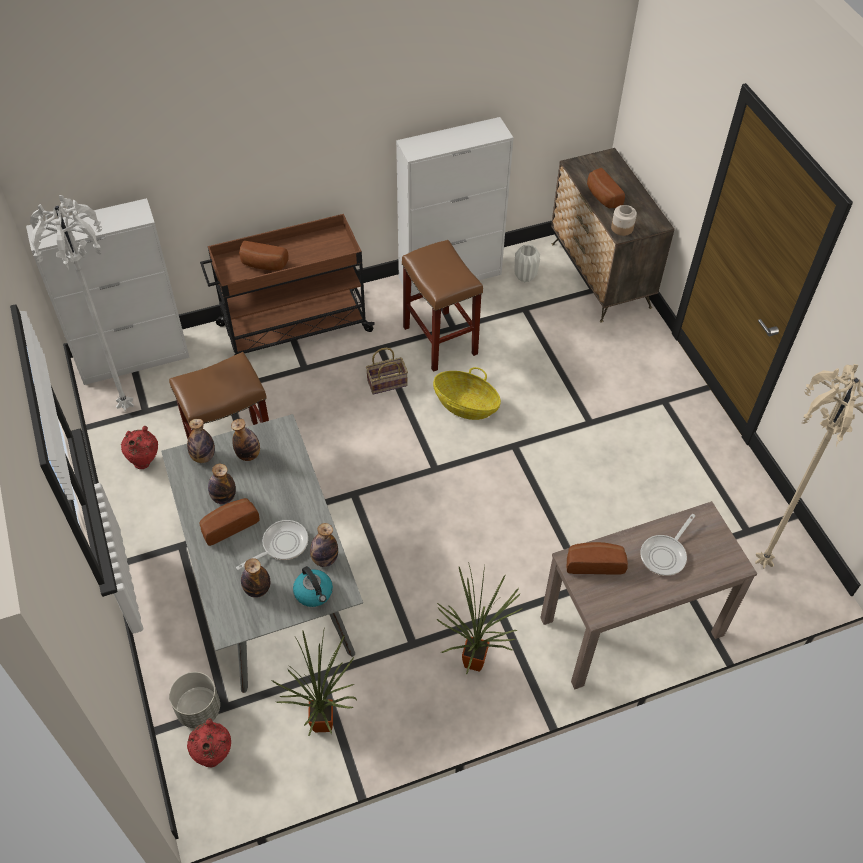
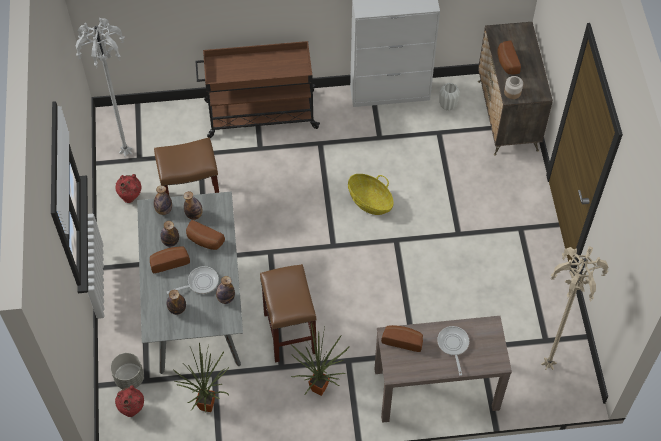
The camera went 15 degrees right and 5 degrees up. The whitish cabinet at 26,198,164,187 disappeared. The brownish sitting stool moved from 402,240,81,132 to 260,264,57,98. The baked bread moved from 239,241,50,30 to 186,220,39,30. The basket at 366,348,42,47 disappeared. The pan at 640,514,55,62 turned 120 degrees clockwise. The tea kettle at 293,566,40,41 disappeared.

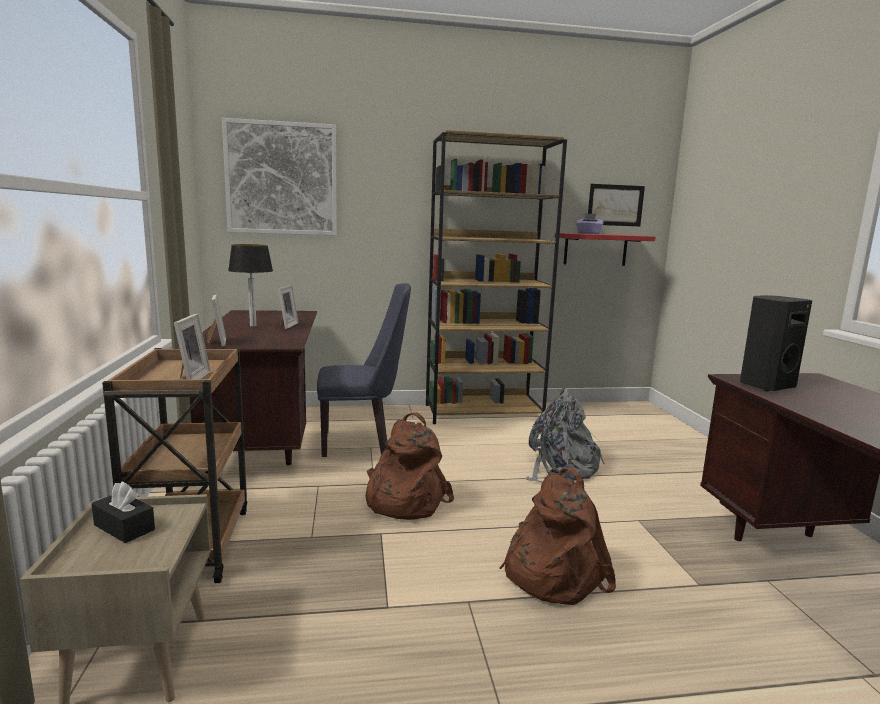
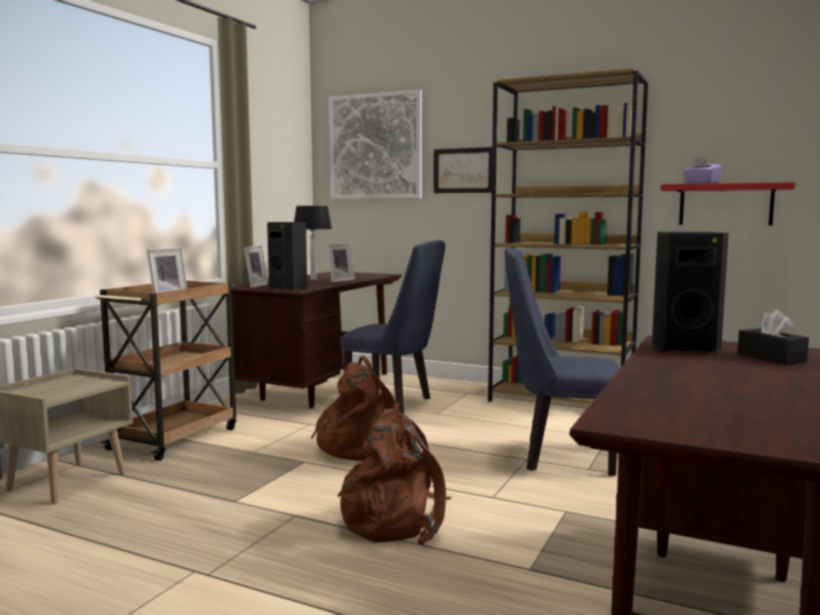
The camera went 35 degrees right and 5 degrees down. The picture moved from 588,184,57,42 to 434,147,58,46. The greyish backpack at 526,387,79,95 was replaced by the blue chair at 504,247,116,229. The black tissue holder moved from 91,481,64,62 to 738,310,71,55. The black loudspeaker at 267,222,40,68 appeared.

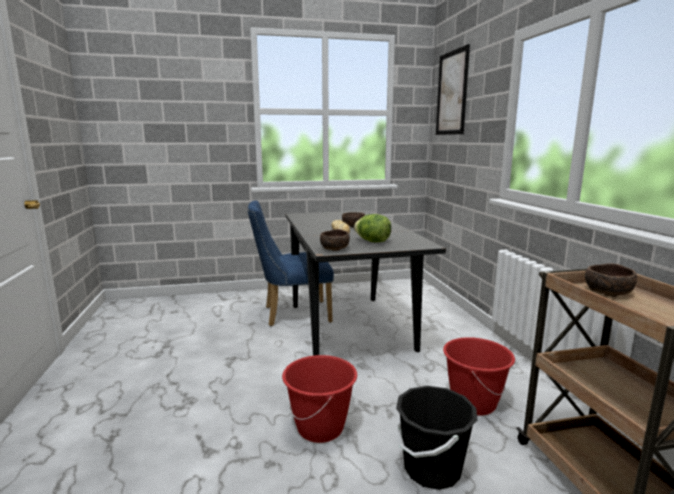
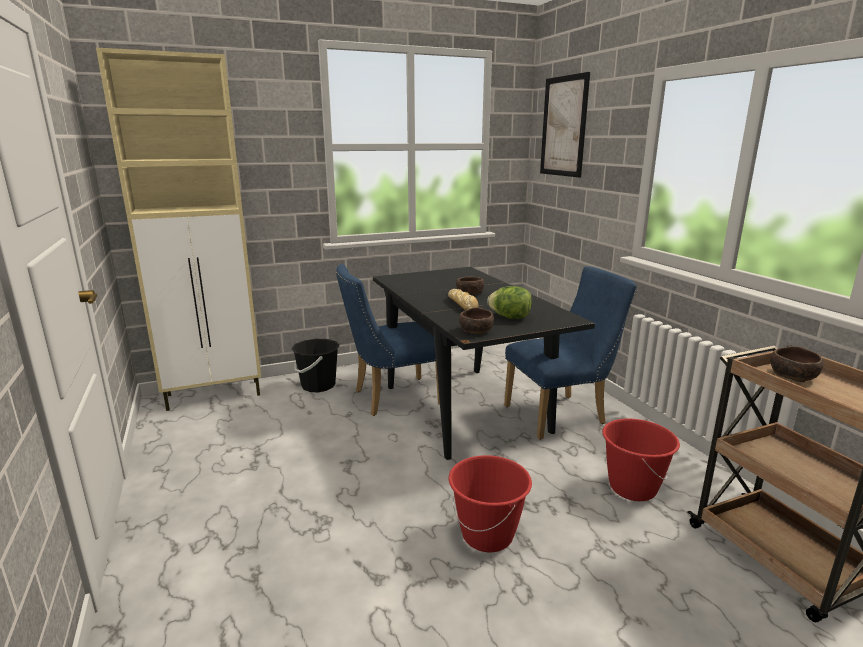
The camera went 10 degrees left and 5 degrees up. The black pail moved from 396,386,82,104 to 291,339,49,53. The beige-coloured cabinet at 96,48,165,363 appeared. The blue chair at 504,266,133,174 appeared.

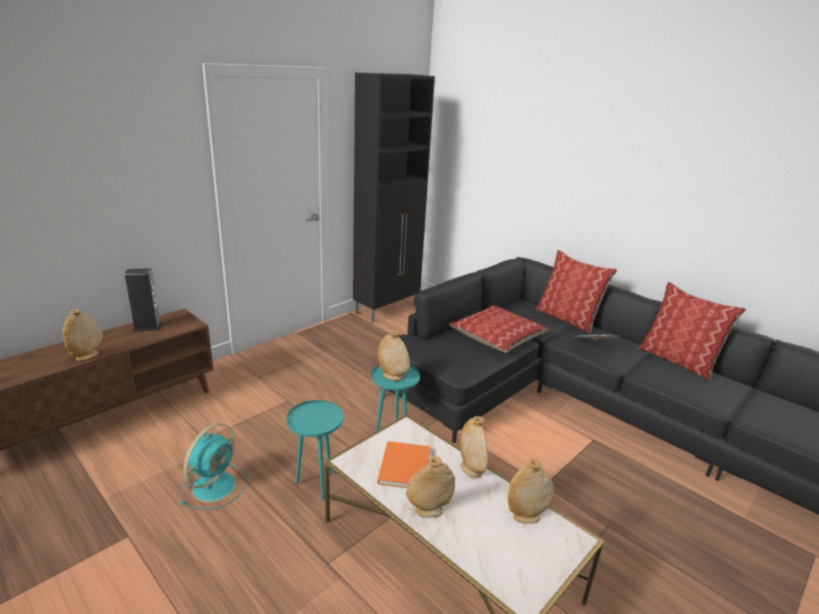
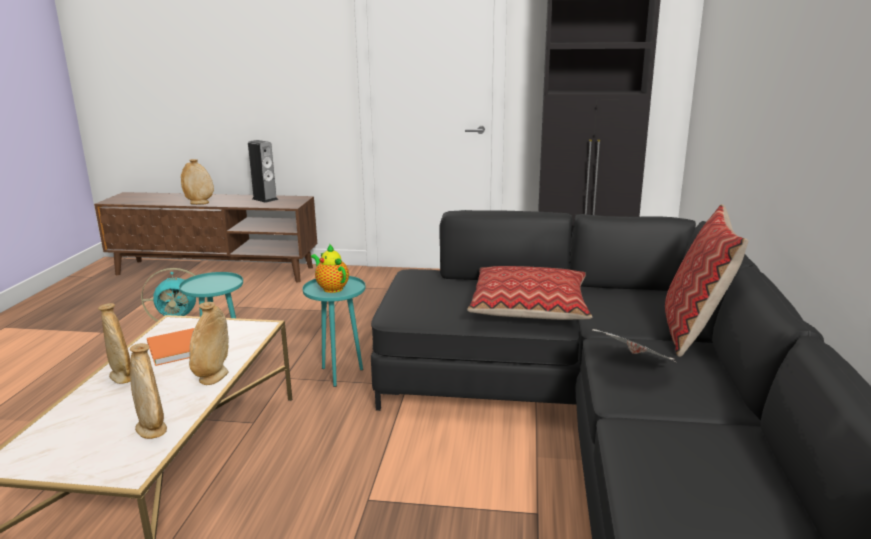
The camera went 55 degrees right and 5 degrees down. The pillow at 638,282,108,100 disappeared. The beige-coloured decorative vase at 378,331,32,50 was replaced by the tea pot at 311,243,38,50.

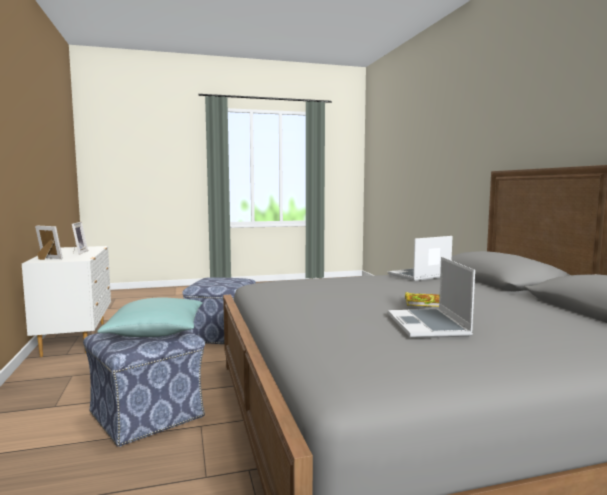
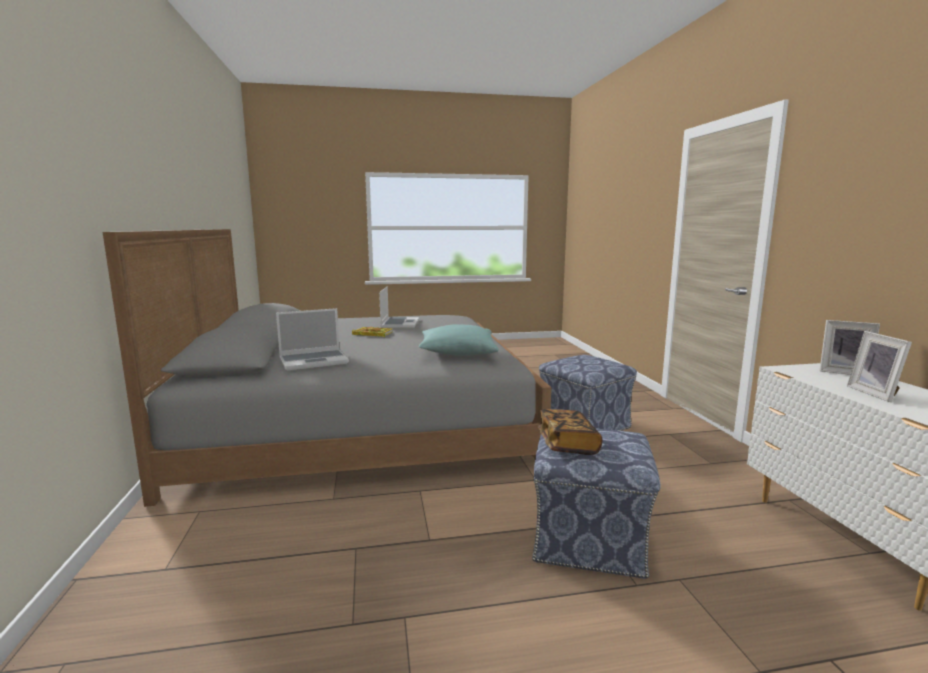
The camera went 175 degrees left and 5 degrees up. The turquoise-coloured pillow moved from 97,297,106,40 to 419,324,80,32. The bound book at 538,409,65,46 appeared.

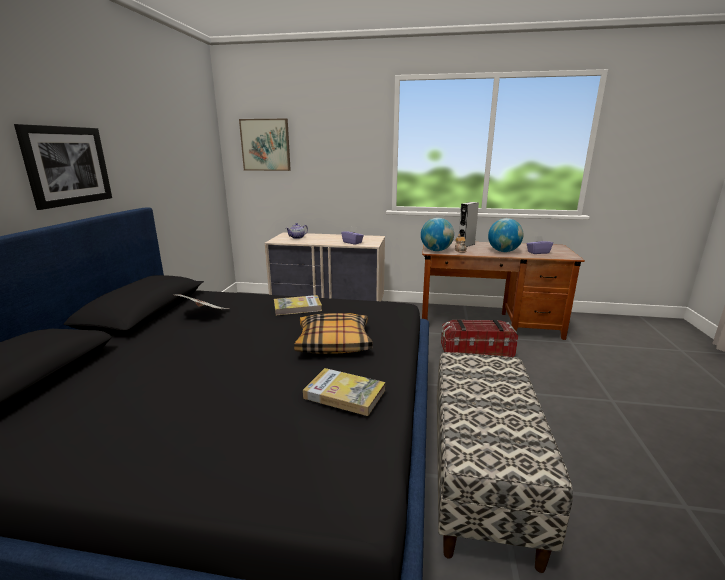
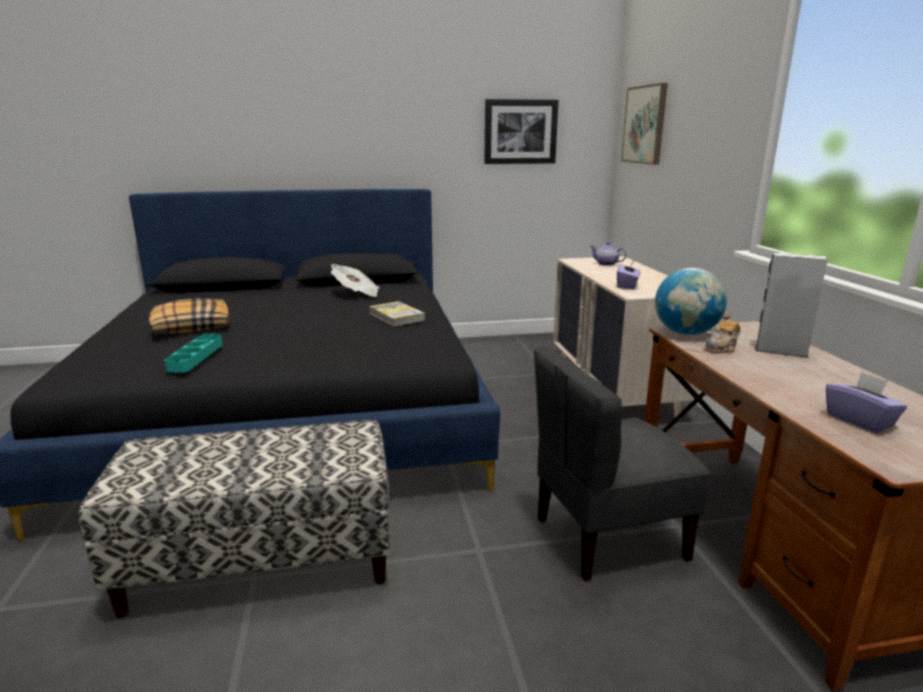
The camera went 70 degrees right and 0 degrees up. The picture moved from 14,124,98,86 to 484,99,75,65. The desk globe at 488,218,36,34 disappeared. The pillow moved from 294,313,79,41 to 149,298,80,35. The storage bin at 441,320,77,37 was replaced by the greyish chair at 534,347,176,234. The bound book at 303,368,83,48 was replaced by the turquoise-coloured serving tray at 164,334,59,39.

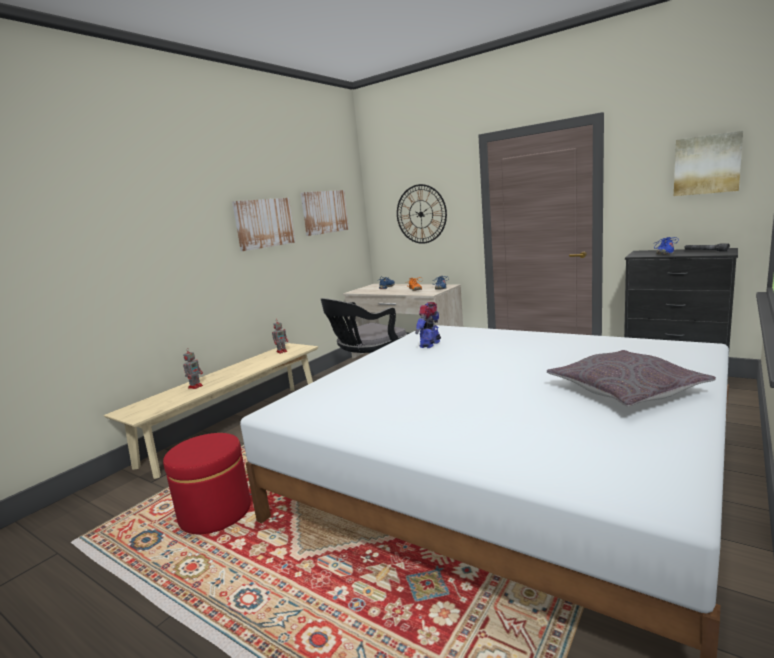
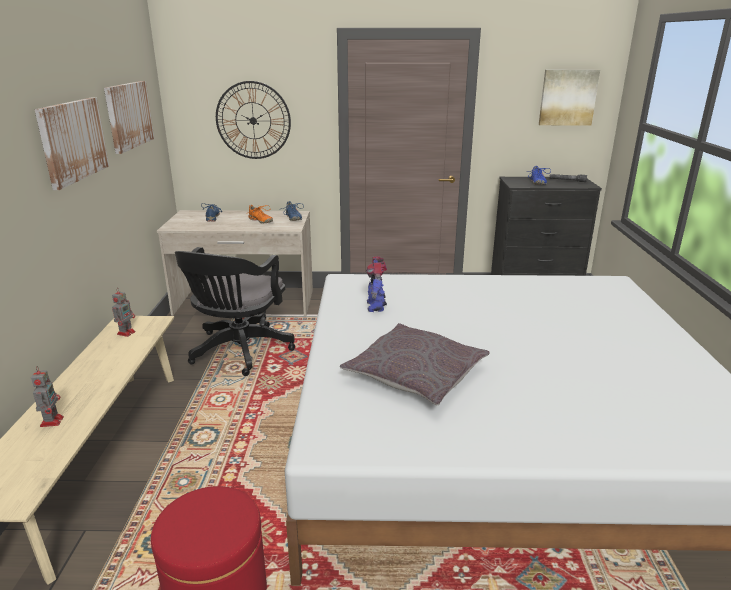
The camera went 35 degrees left and 10 degrees up. The greyish pillow moved from 547,350,169,57 to 340,323,150,82.

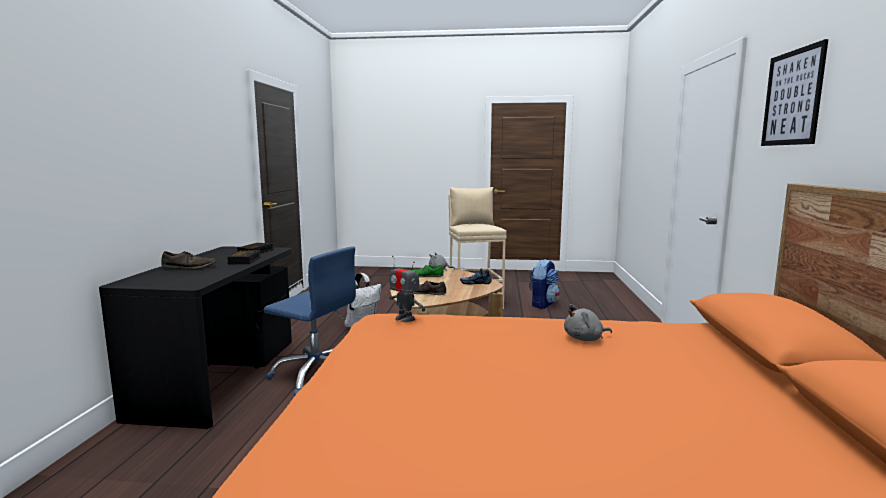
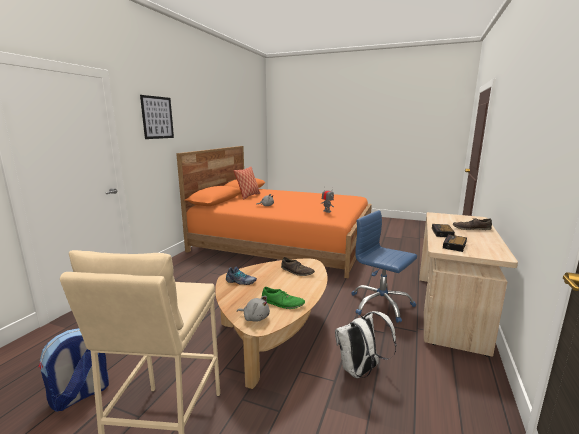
The camera went 165 degrees left and 5 degrees up. The black desk at 99,246,193,183 became the beige-coloured desk at 419,212,99,145. The pillow at 233,167,27,32 appeared.

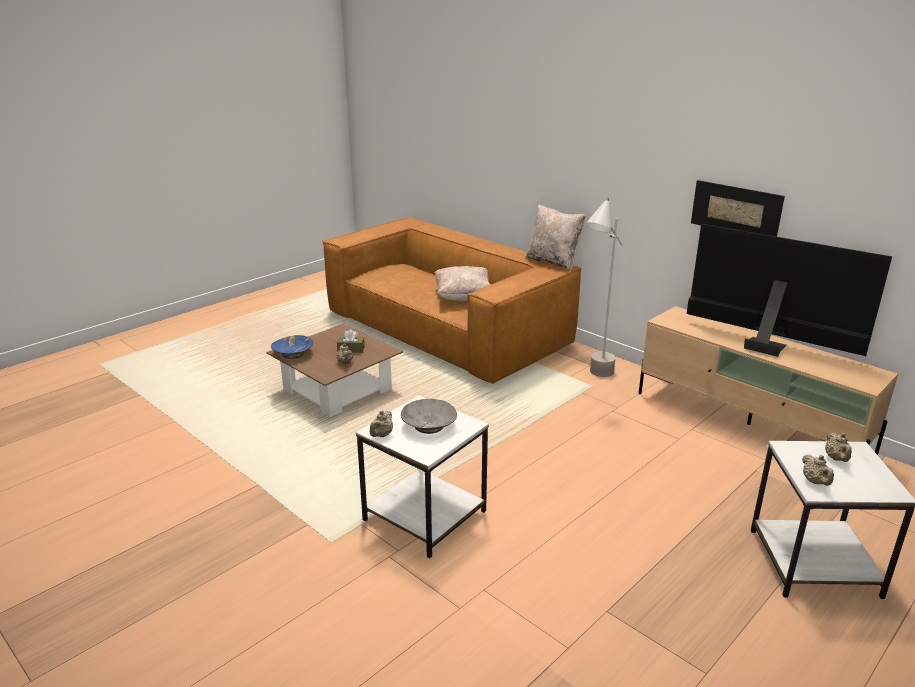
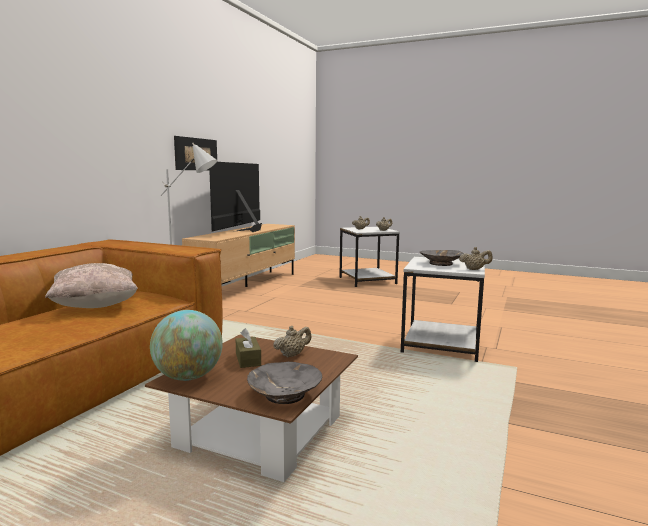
The camera went 110 degrees left and 15 degrees down. The beige-coloured pillow at 526,204,60,67 disappeared. The blue serving bowl at 271,335,42,24 became the greyish serving bowl at 247,362,75,42. The desk globe at 150,310,73,71 appeared.

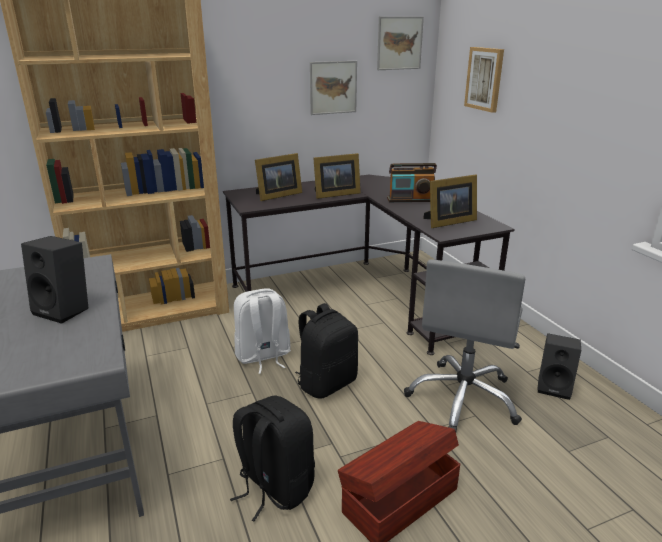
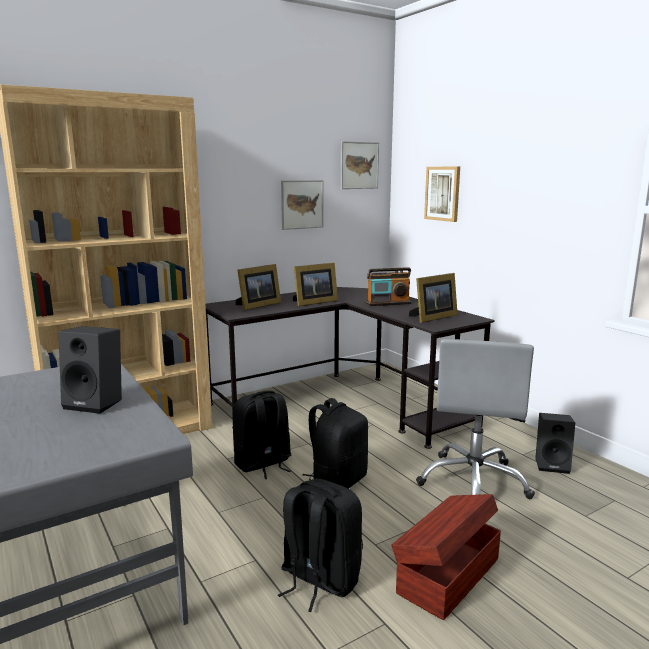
The camera went 10 degrees left and 10 degrees down. The whitish backpack at 234,288,57,86 became the black backpack at 232,391,60,88.

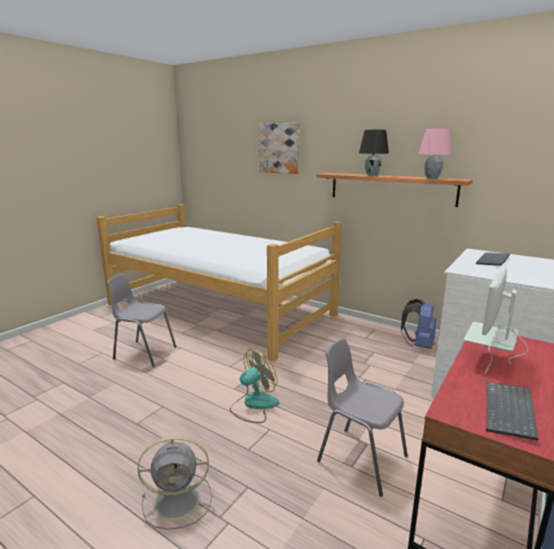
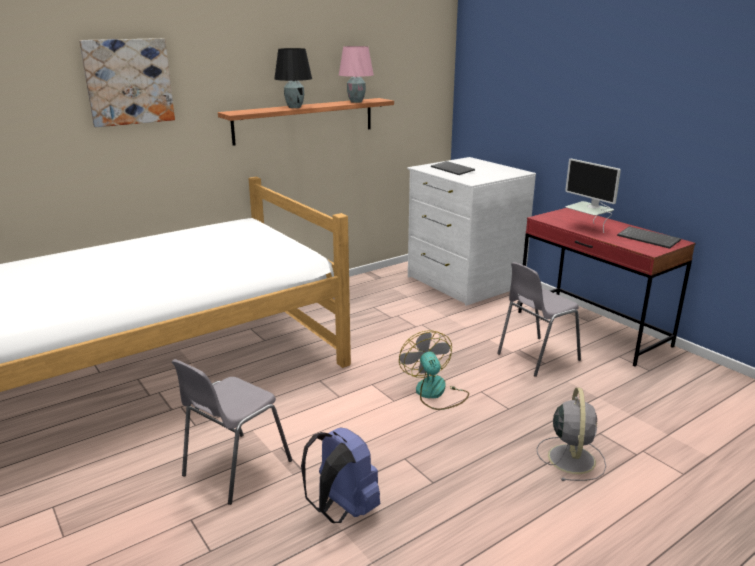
The camera went 70 degrees left and 5 degrees up. The blue backpack moved from 401,299,35,50 to 301,427,79,96.

